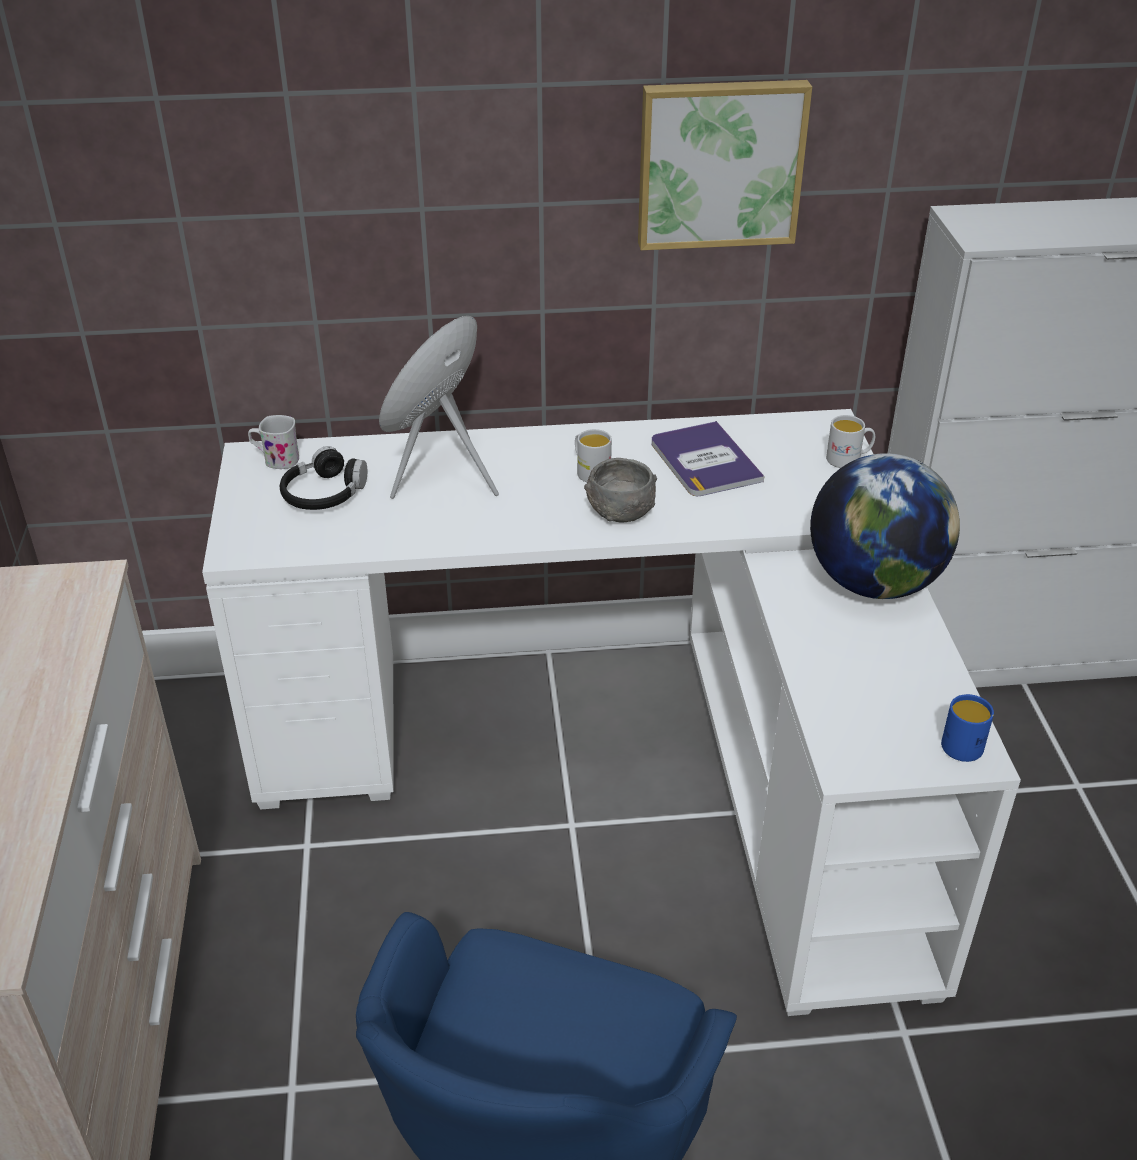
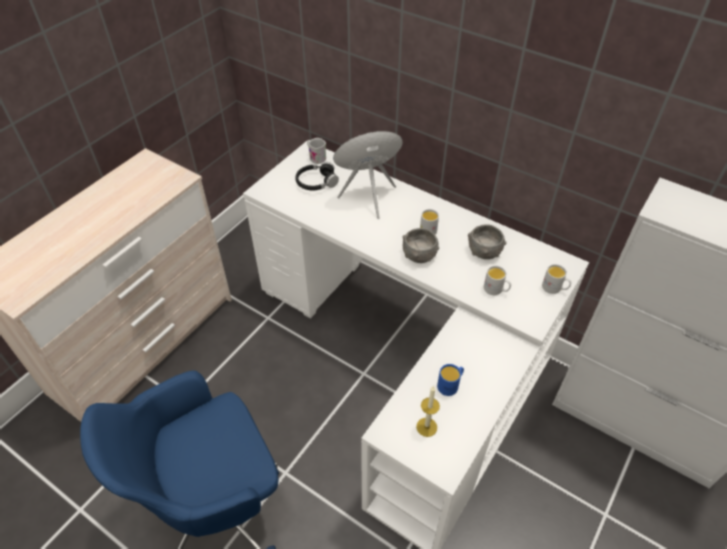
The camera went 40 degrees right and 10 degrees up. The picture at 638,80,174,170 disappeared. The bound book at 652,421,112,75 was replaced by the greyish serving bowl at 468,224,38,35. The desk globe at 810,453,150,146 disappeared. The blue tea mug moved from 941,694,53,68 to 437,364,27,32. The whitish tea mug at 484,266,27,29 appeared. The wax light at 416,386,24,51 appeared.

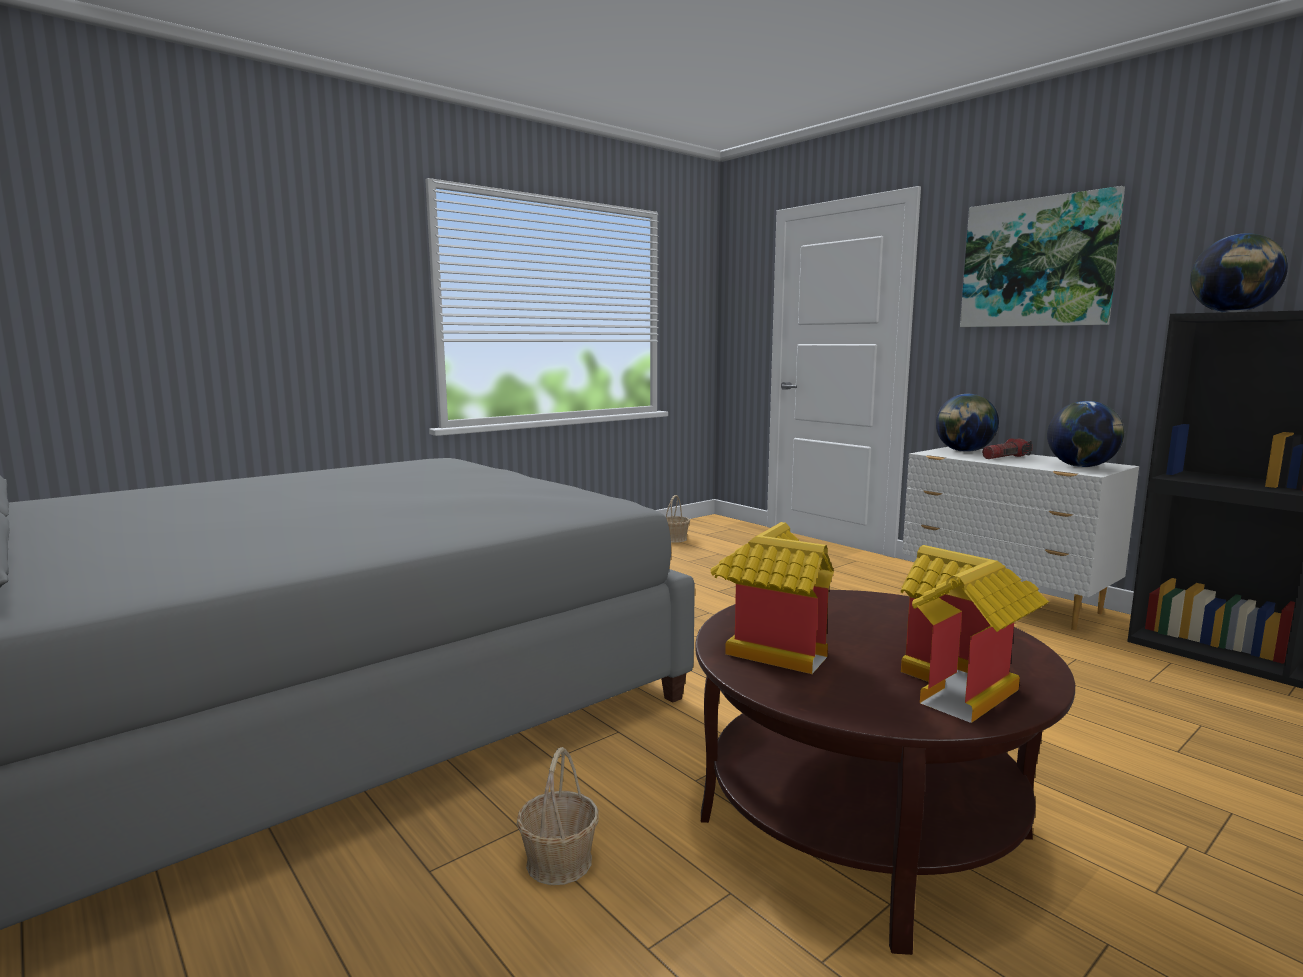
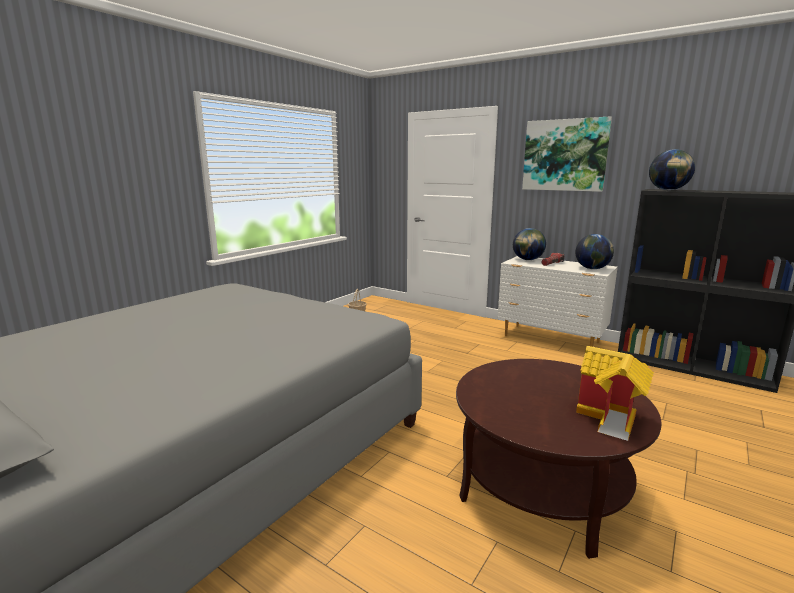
The camera went 15 degrees left and 5 degrees up. The toy house at 711,522,123,152 disappeared. The basket at 517,747,82,138 disappeared.

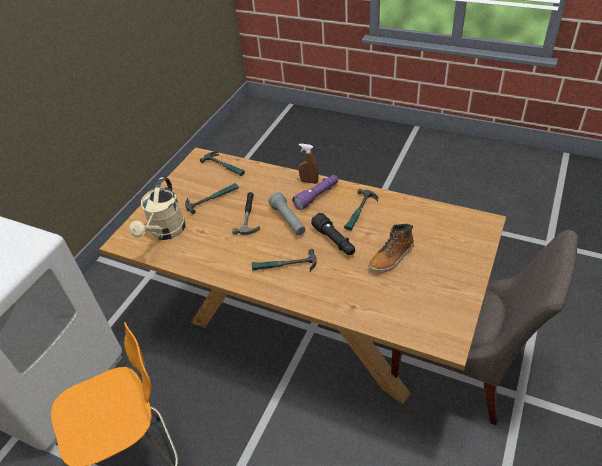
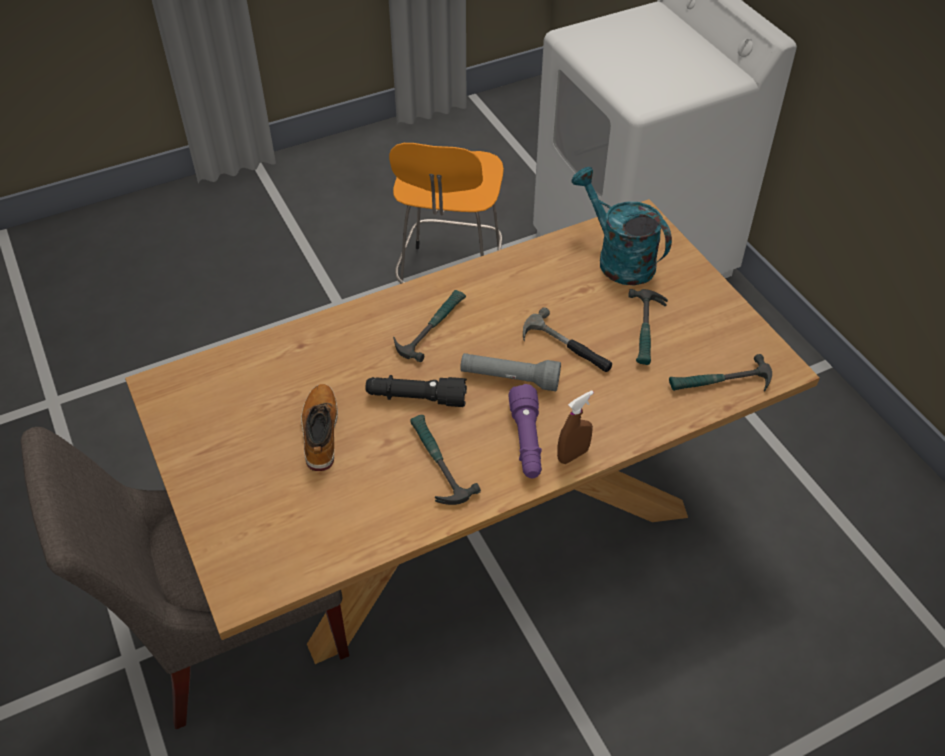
The camera went 125 degrees right and 5 degrees up. The beige-coloured watering pot at 129,177,56,63 became the turquoise-coloured watering pot at 572,167,100,118.

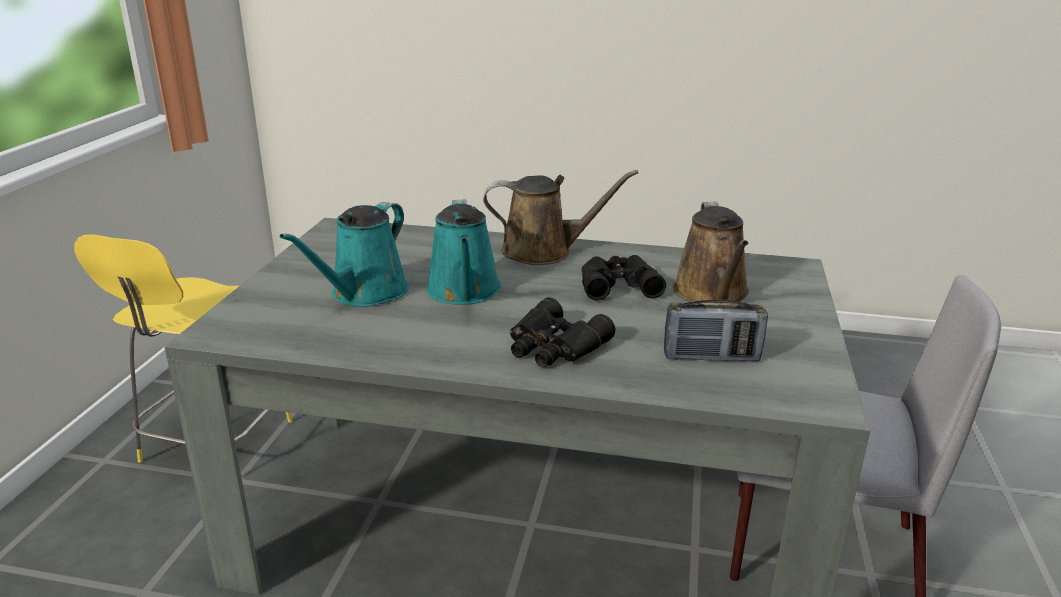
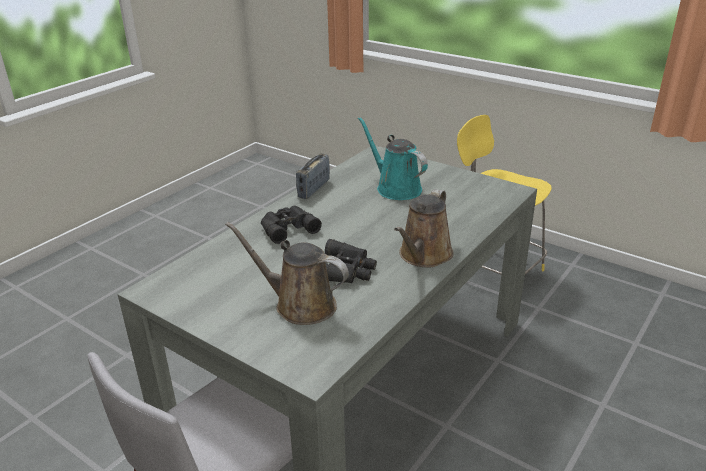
The camera went 115 degrees right and 5 degrees up. The turquoise-coloured watering pot at 426,199,75,106 disappeared. The radio moved from 664,299,104,63 to 296,154,34,45.

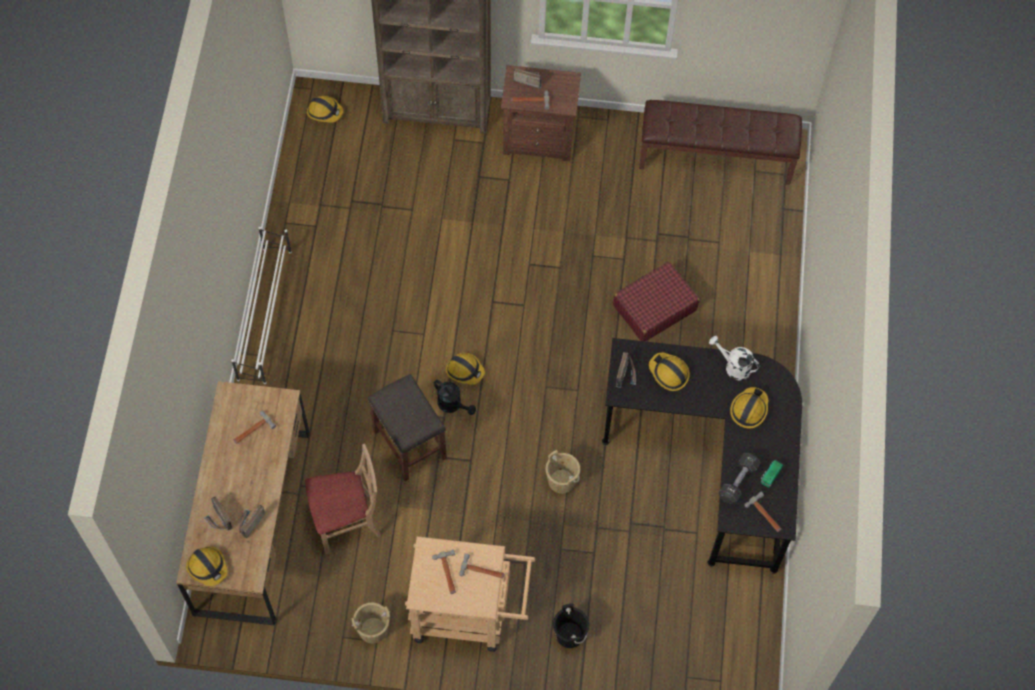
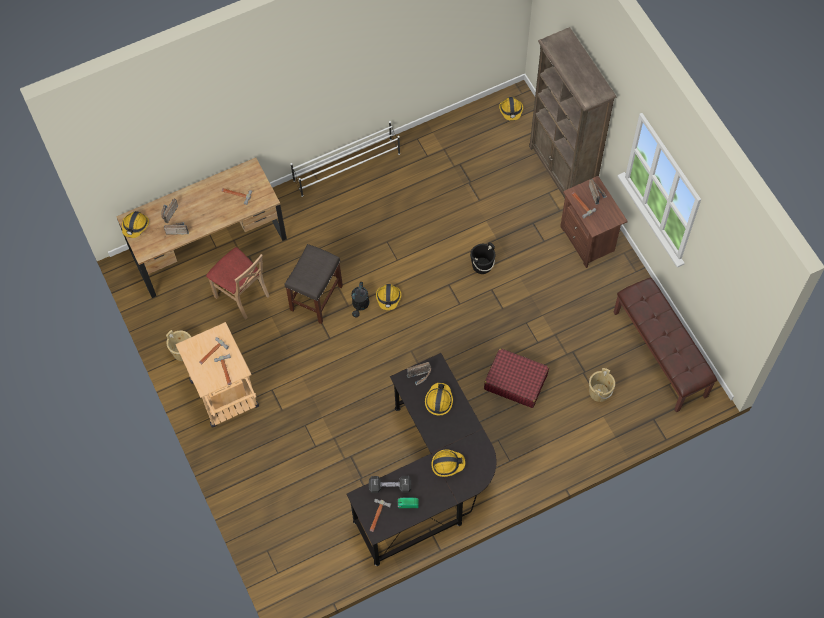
The camera went 60 degrees right and 0 degrees up. The whitish watering pot at 709,336,51,45 disappeared. The beige-coloured pail moved from 546,450,34,44 to 589,368,26,34. The black pail moved from 553,604,36,44 to 470,242,25,32.

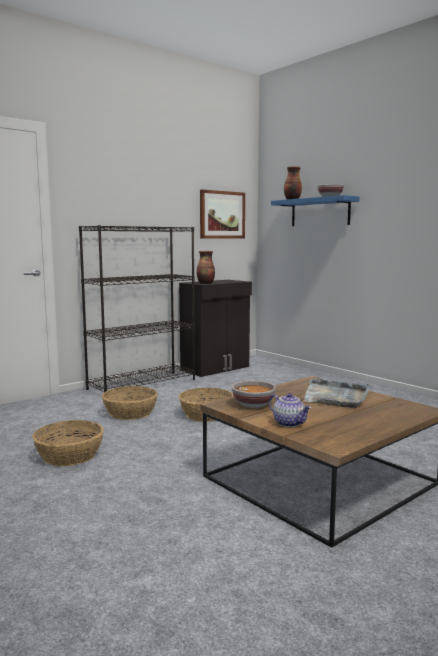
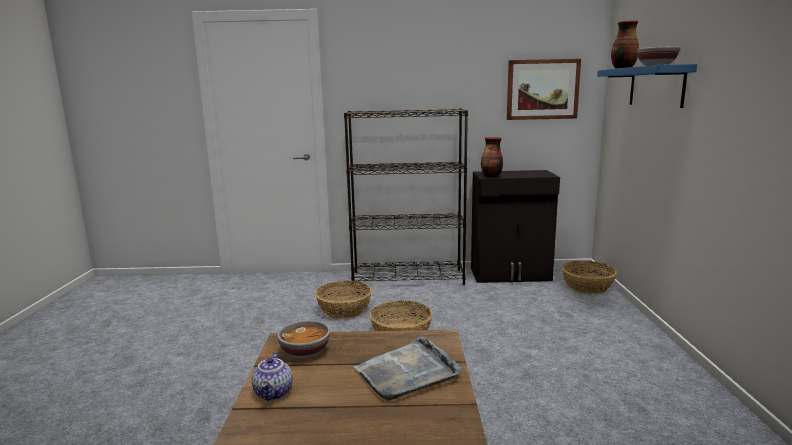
The camera went 40 degrees right and 5 degrees up. The basket moved from 32,420,72,46 to 562,260,55,34.

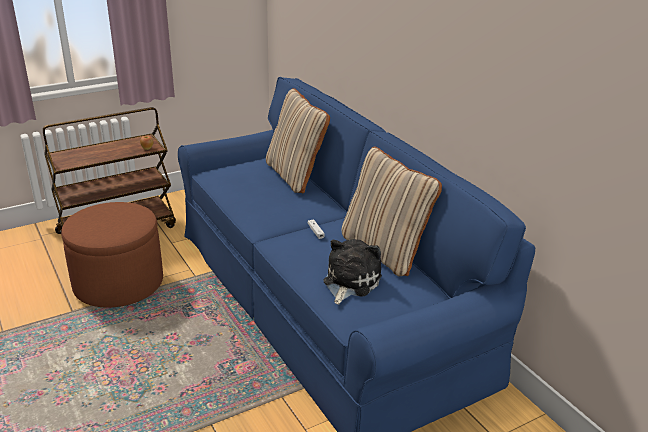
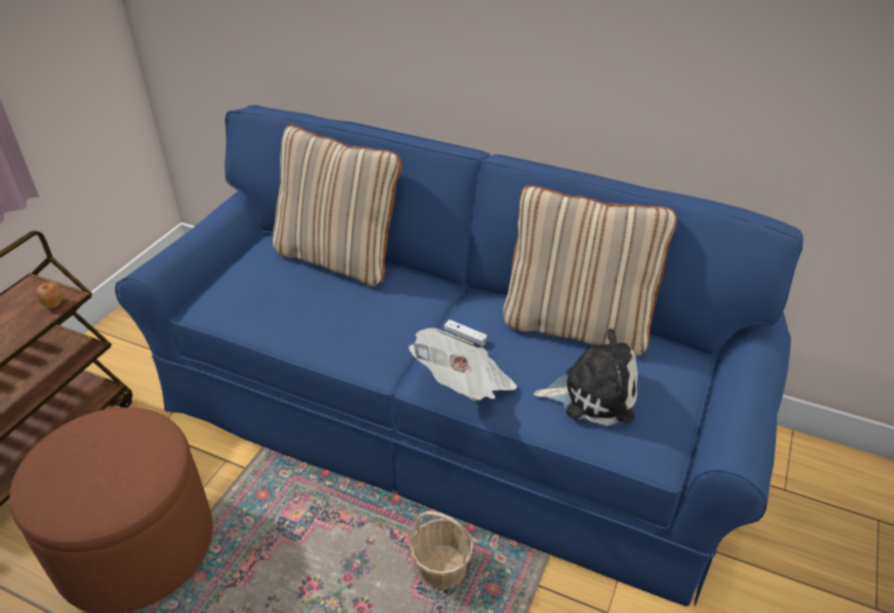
The camera went 35 degrees left and 10 degrees up. The plush toy at 323,239,59,66 turned 105 degrees clockwise. The newspaper at 409,328,108,73 appeared. The basket at 410,511,64,79 appeared.

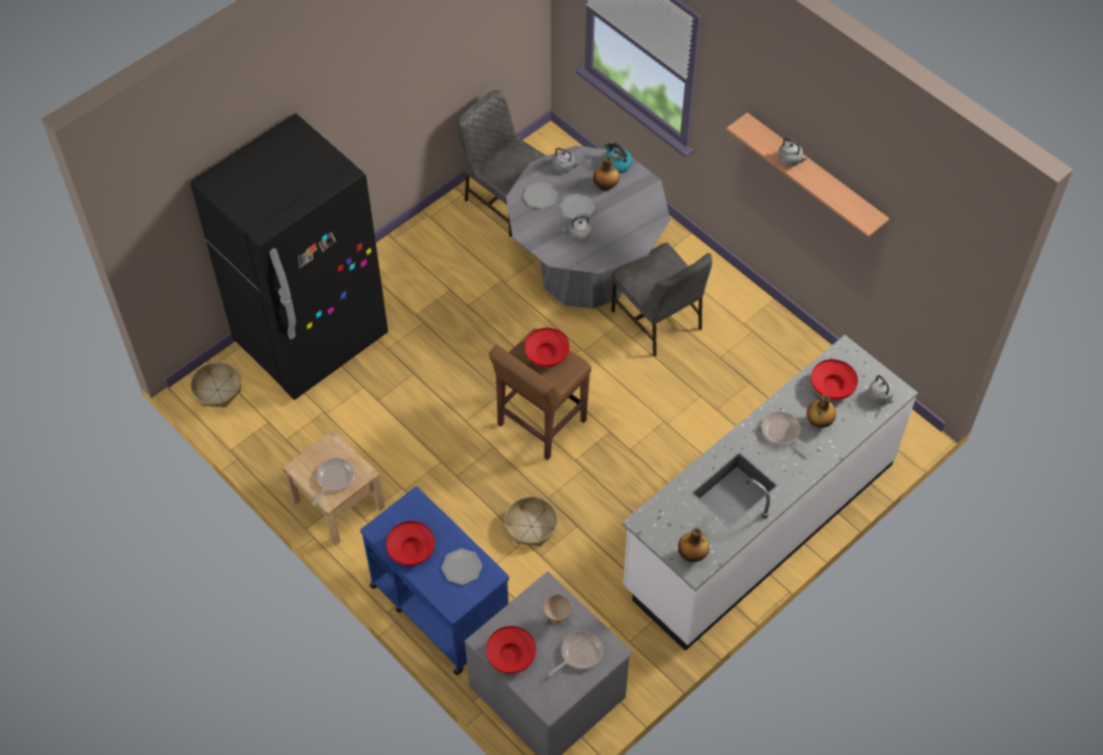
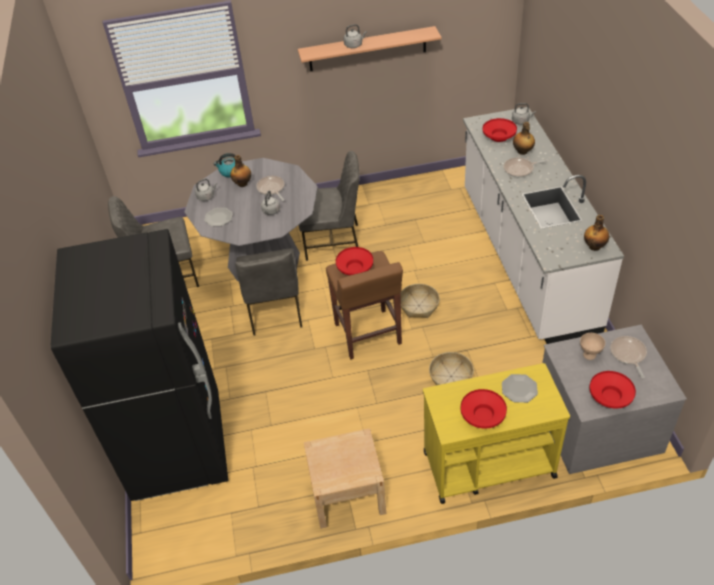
The camera went 55 degrees left and 10 degrees down. The plate at 560,193,35,27 disappeared. The basket moved from 190,362,51,46 to 401,284,39,34. The pan moved from 312,458,43,47 to 256,176,29,25. The blue trolley at 360,486,149,189 became the yellow-coloured trolley at 423,363,147,141. The greyish chair at 235,248,67,88 appeared.

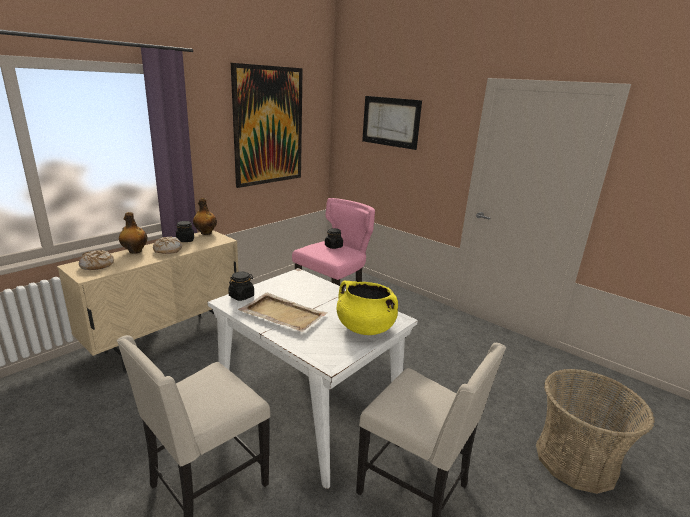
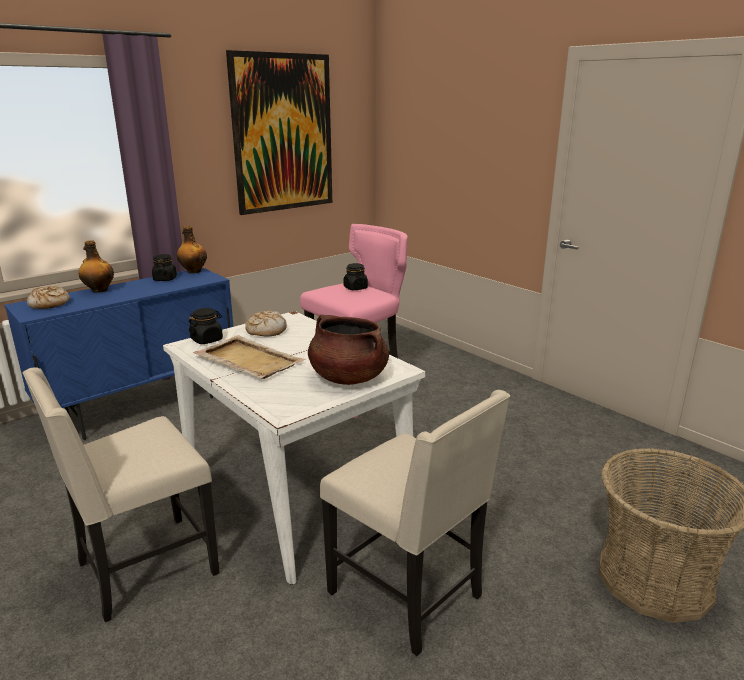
The camera went 10 degrees right and 0 degrees up. The picture at 362,96,60,54 disappeared. The beige-coloured cabinet at 57,230,182,143 became the blue cabinet at 4,268,230,172. The baked bread moved from 153,237,29,17 to 245,311,42,26. The yellow-coloured stockpot at 337,281,61,54 became the brownish stockpot at 308,315,81,70.

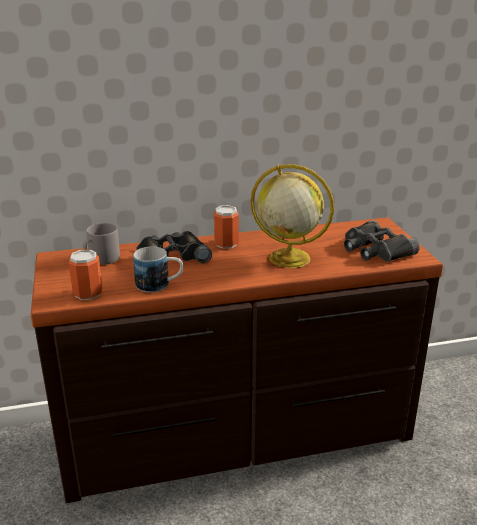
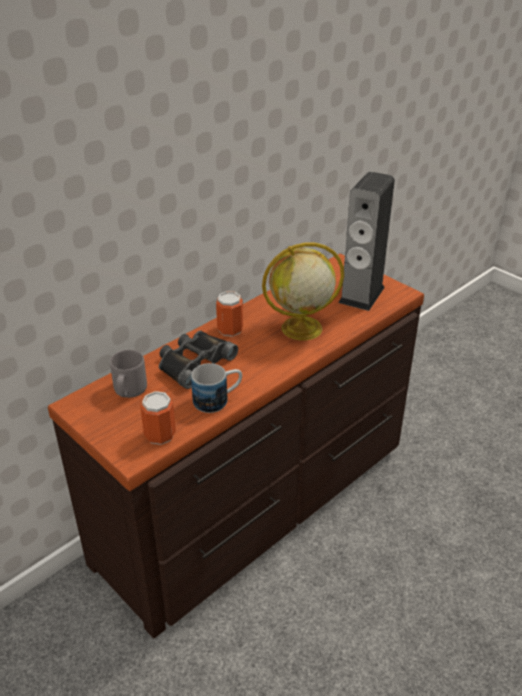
The camera went 30 degrees left and 10 degrees up. The black field glasses at 344,220,76,42 was replaced by the loudspeaker at 338,171,57,140.

